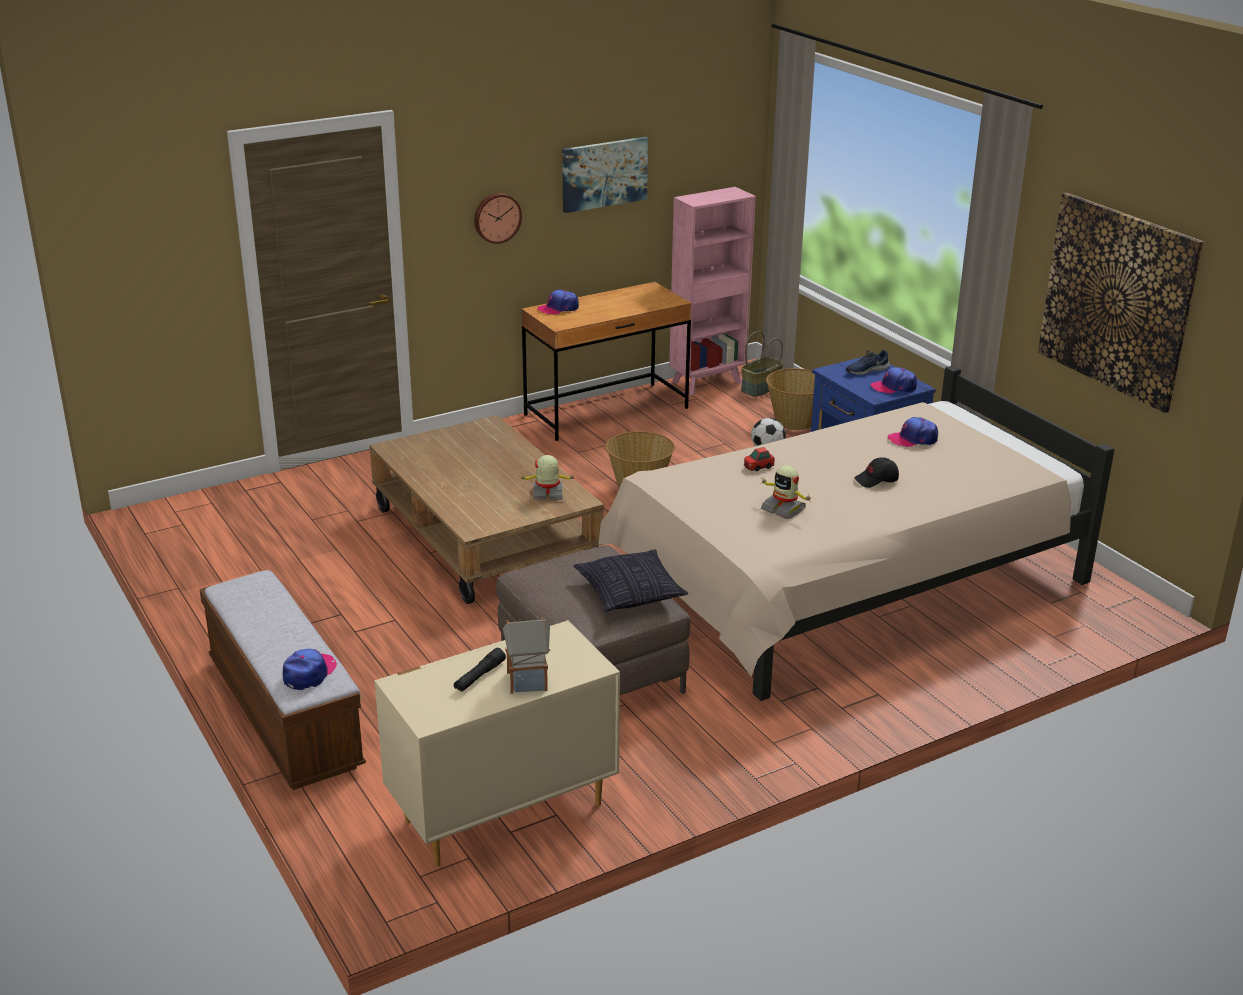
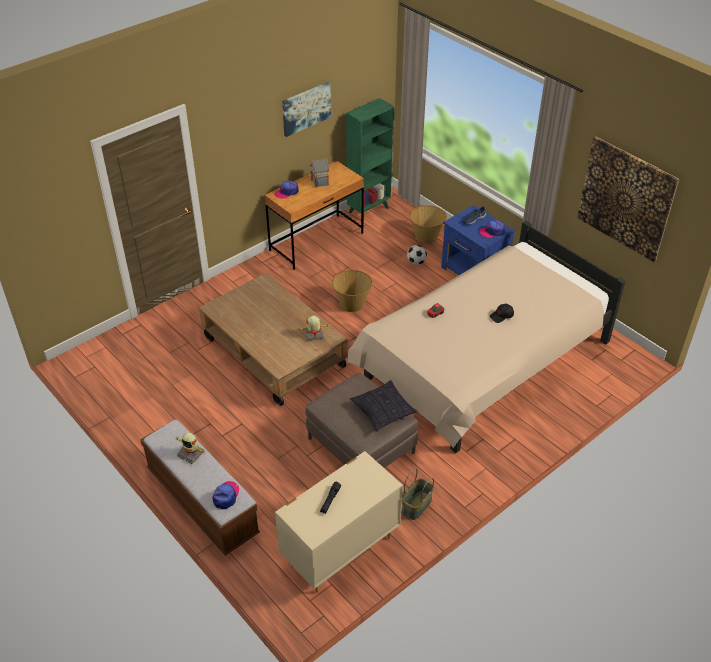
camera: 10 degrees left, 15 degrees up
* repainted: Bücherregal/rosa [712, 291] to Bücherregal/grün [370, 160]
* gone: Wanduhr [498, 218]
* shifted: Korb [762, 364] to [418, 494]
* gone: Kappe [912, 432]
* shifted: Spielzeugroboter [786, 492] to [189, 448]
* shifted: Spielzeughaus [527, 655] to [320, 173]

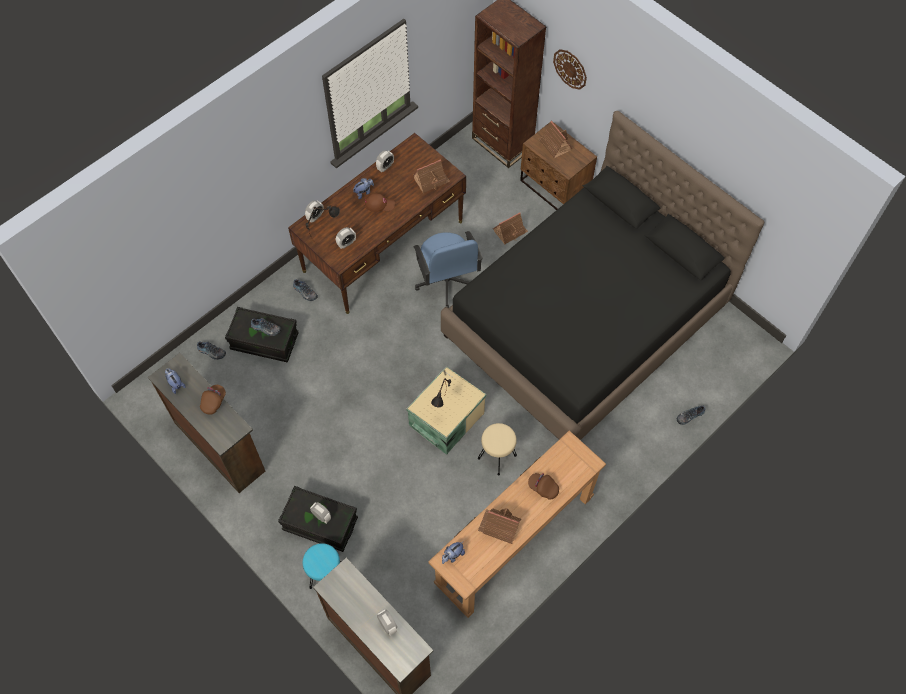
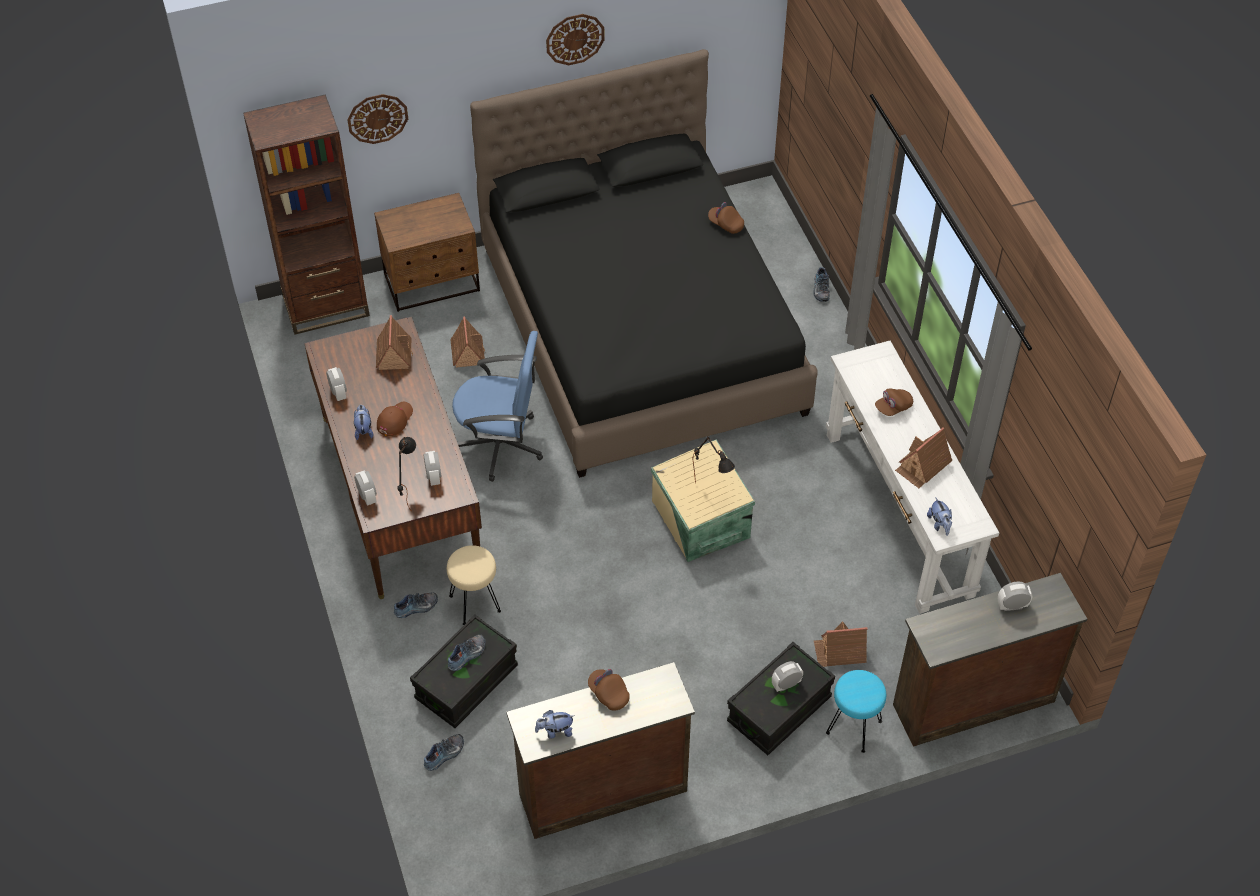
camera: 65 degrees left, 10 degrees down
* shifted: Spielzeughaus [555, 139] to [841, 644]
* shifted: Hocker/beige [497, 449] to [474, 585]
* repainted: Konsolentisch/braun [517, 524] to Konsolentisch/weiß [912, 477]
* new: Wanduhr [575, 39]
* new: Kappe/braun [726, 218]

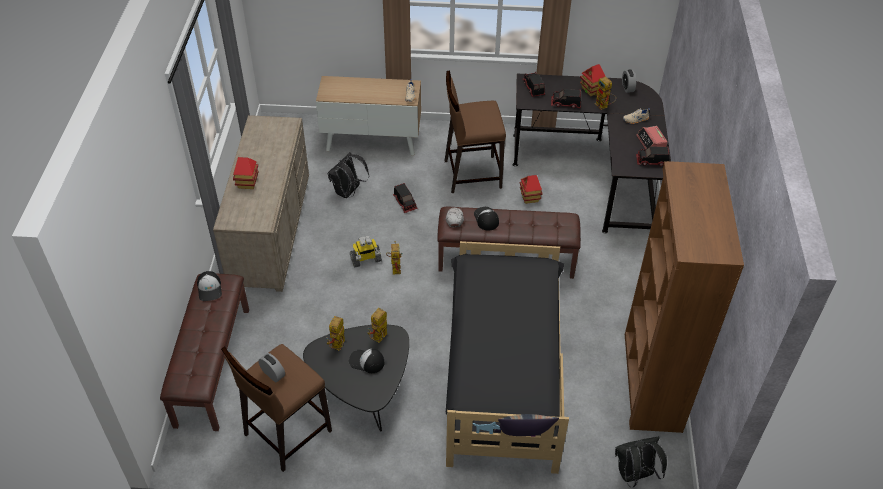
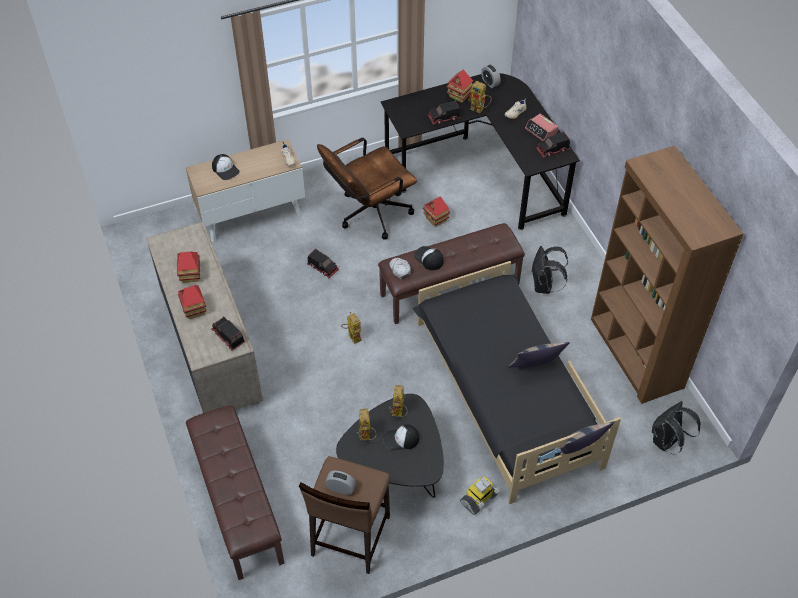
camera: 25 degrees left, 5 degrees up
* swapped: Hocker/braun [475, 131] to Bürostuhl/braun [367, 189]
* shifted: Spielzeuglaster [533, 84] to [228, 334]
* shifted: Rucksack/schwarz [348, 175] to [550, 270]
* shifted: Spielzeugroboter [366, 251] to [480, 496]
* shifted: Kappe [209, 286] to [225, 167]
* new: Spielzeughaus [188, 267]
* new: Kissen [538, 355]

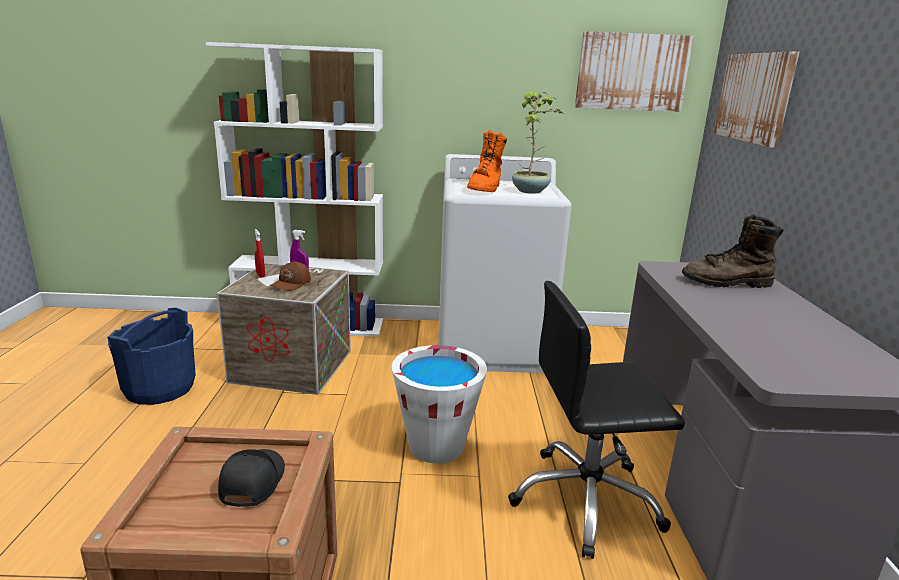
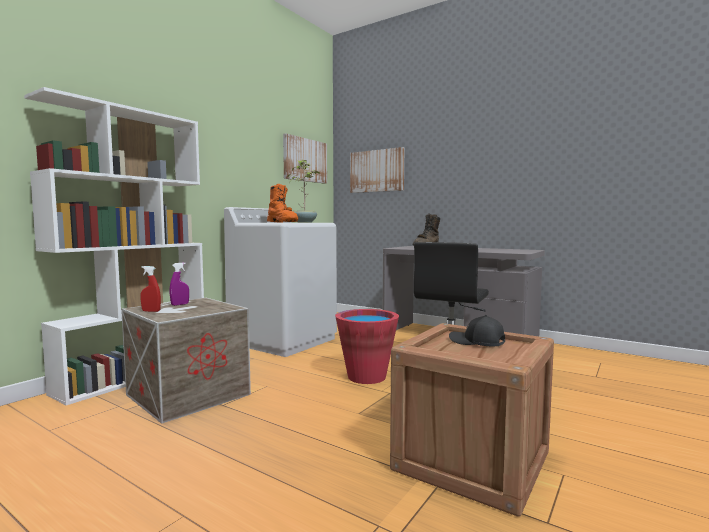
camera: 55 degrees left, 15 degrees down
* gone: Kappe/braun [290, 276]
* gone: Eimer/blau [151, 356]
* repainted: Eimer/weiß [439, 404] to Eimer/rot [367, 346]

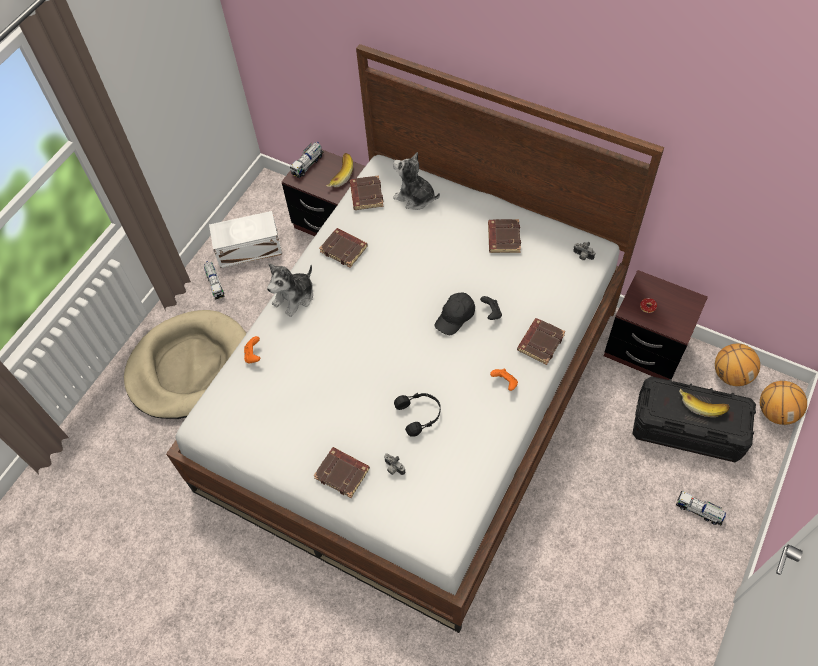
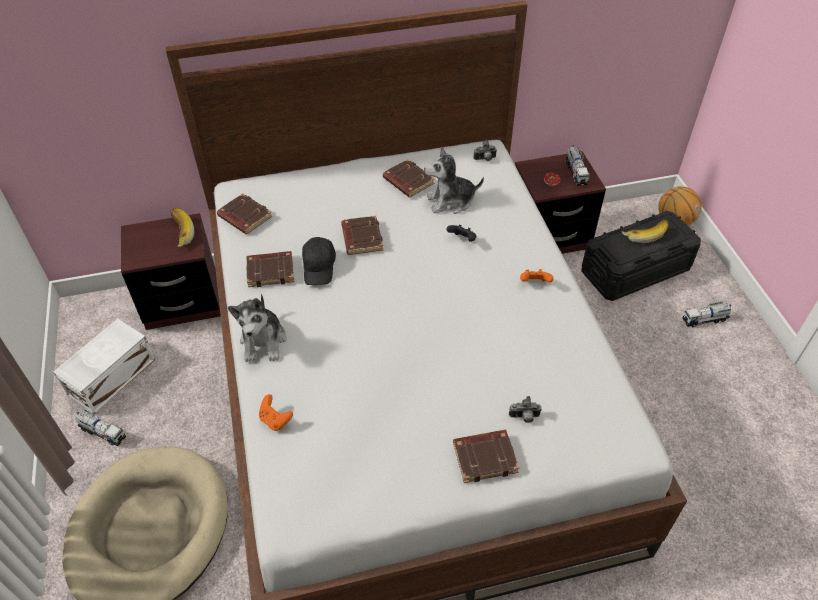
camera: 45 degrees left, 10 degrees down
* shifted: Spielzeuglaster [307, 159] to [578, 165]
* shifted: Plüschtier [416, 181] to [454, 180]
* shifted: Kappe/schwarz [454, 313] to [319, 261]
* shifted: Buch/braun [541, 341] to [362, 235]
* gone: Basketball [737, 365]
* gone: Kopfhörer/schwarz [417, 415]

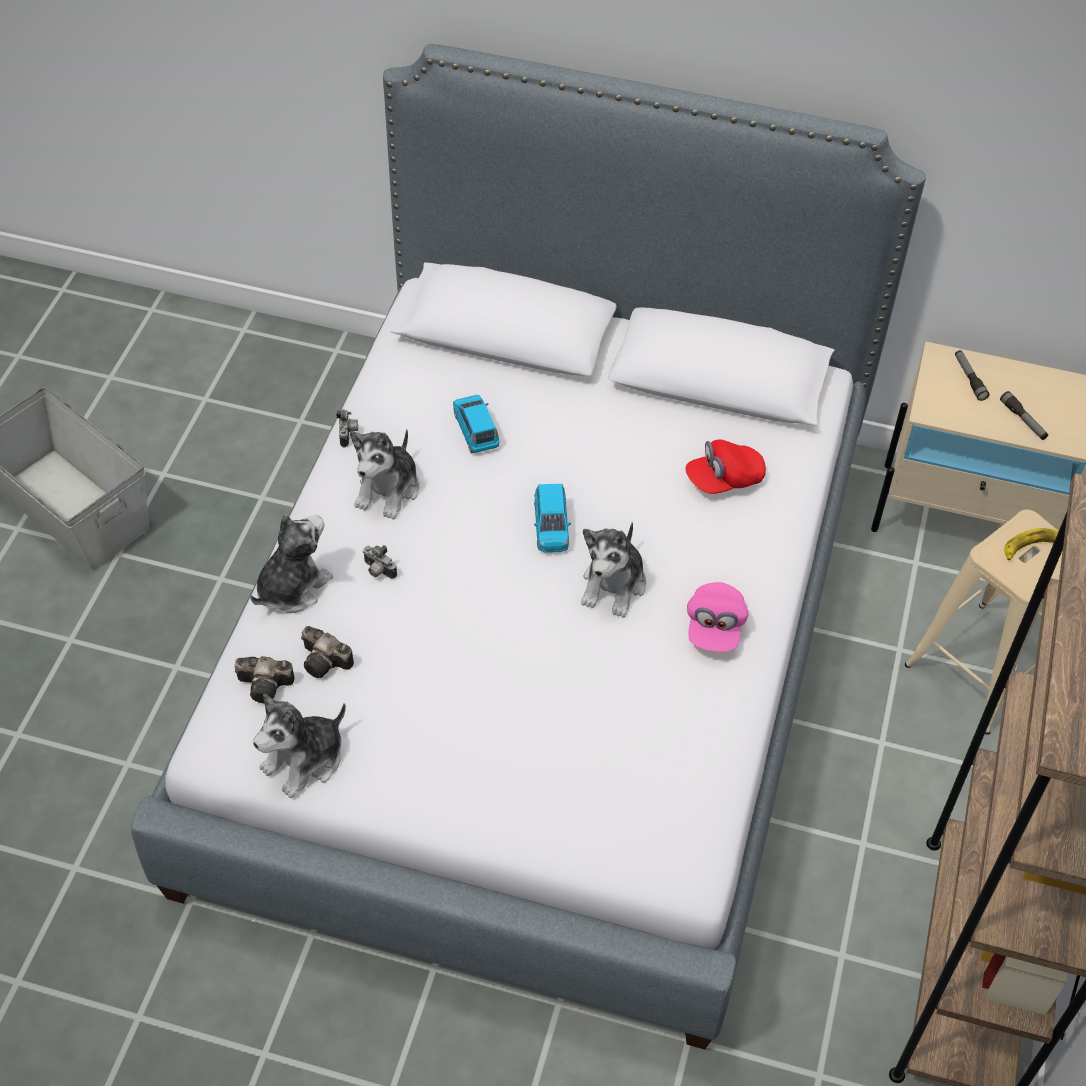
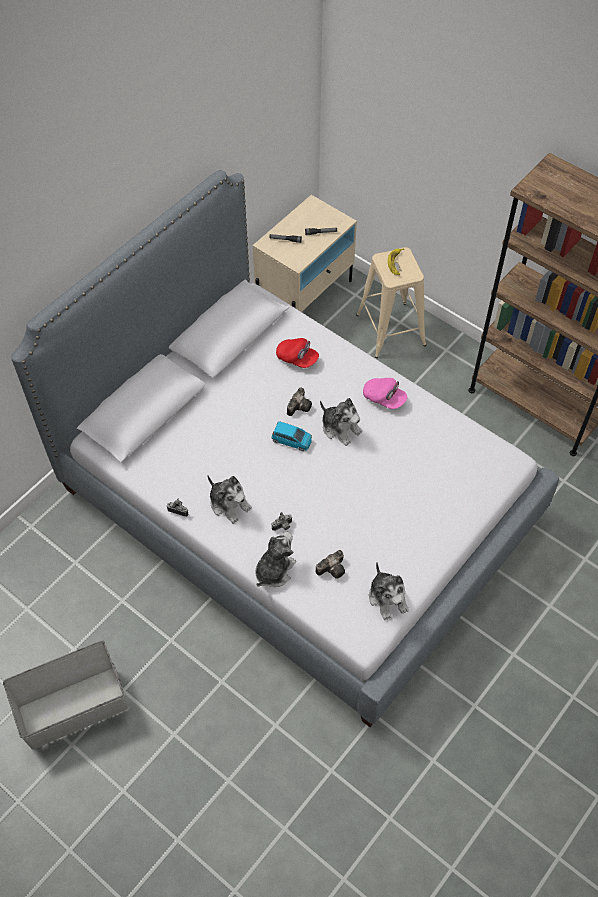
camera: 65 degrees left, 5 degrees up
* gone: Spielzeugauto/blau [476, 424]
* rotated: Kappe/rot [725, 466] = [297, 353] 60 degrees counterclockwise
* rotated: Plüschtier [291, 563] = [275, 559] 60 degrees clockwise
* shifted: Kamera [264, 680] to [299, 401]

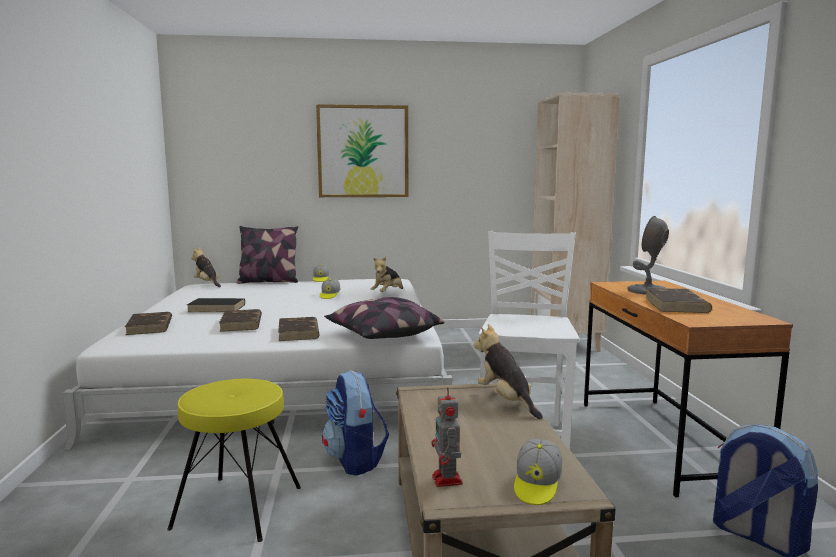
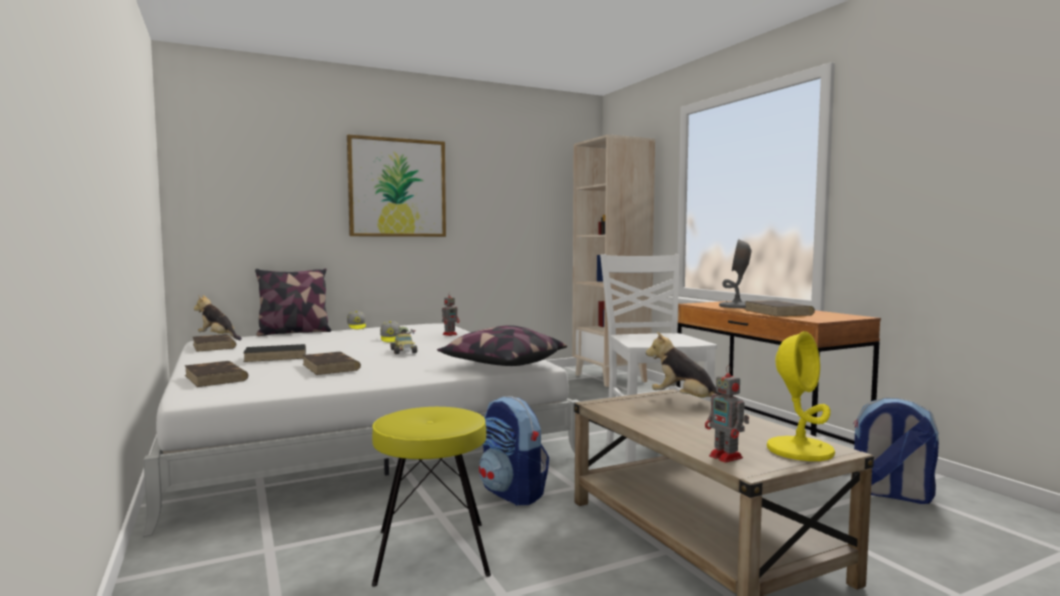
camera: 20 degrees left, 5 degrees down
* swapped: Plüschtier [387, 274] to Spielzeugroboter [451, 314]
* shifted: Buch/braun [299, 329] to [214, 343]
* swapped: Kappe [538, 472] to Tischlampe/gelb [801, 396]
* new: Spielzeugauto [404, 340]

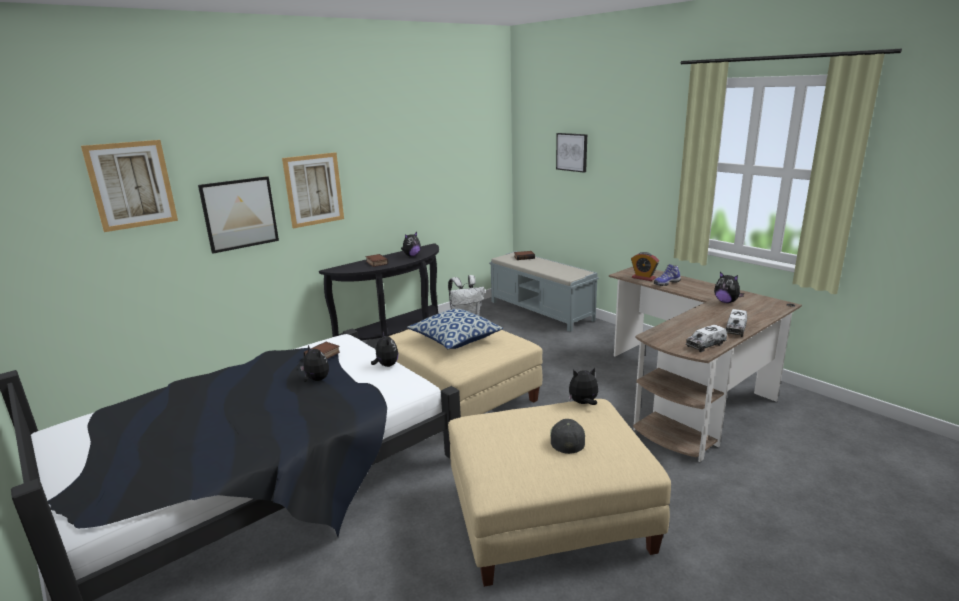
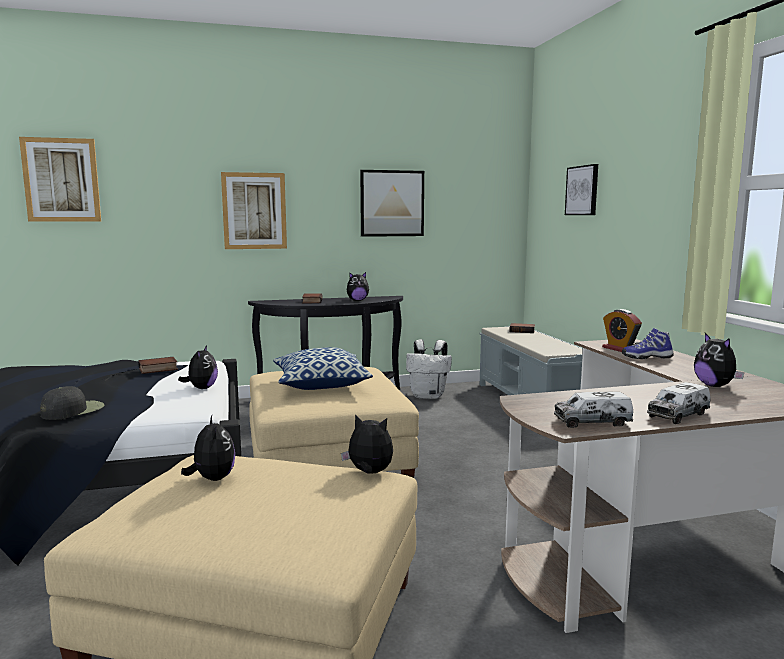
camera: 25 degrees right, 10 degrees down
* shifted: Bild [238, 214] to [392, 203]
* shifted: Plüschtier [314, 363] to [208, 448]
* shifted: Kappe/schwarz [567, 436] to [72, 403]

